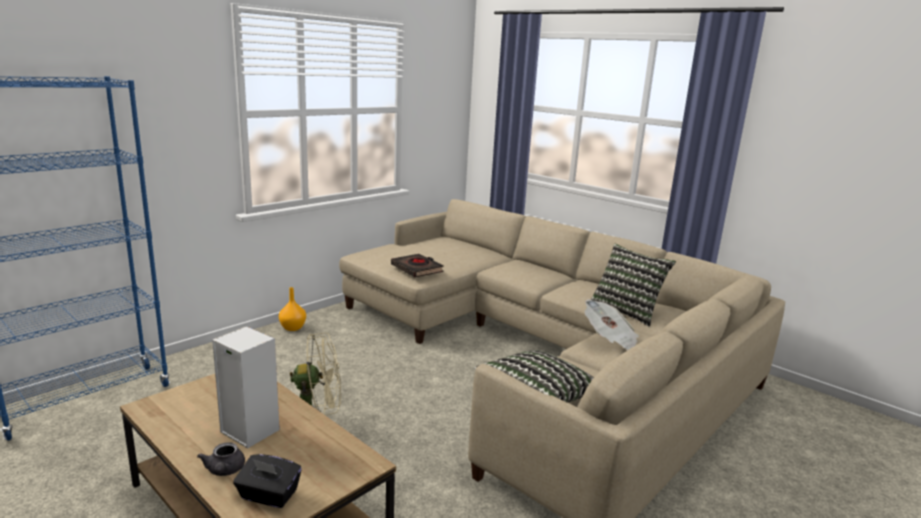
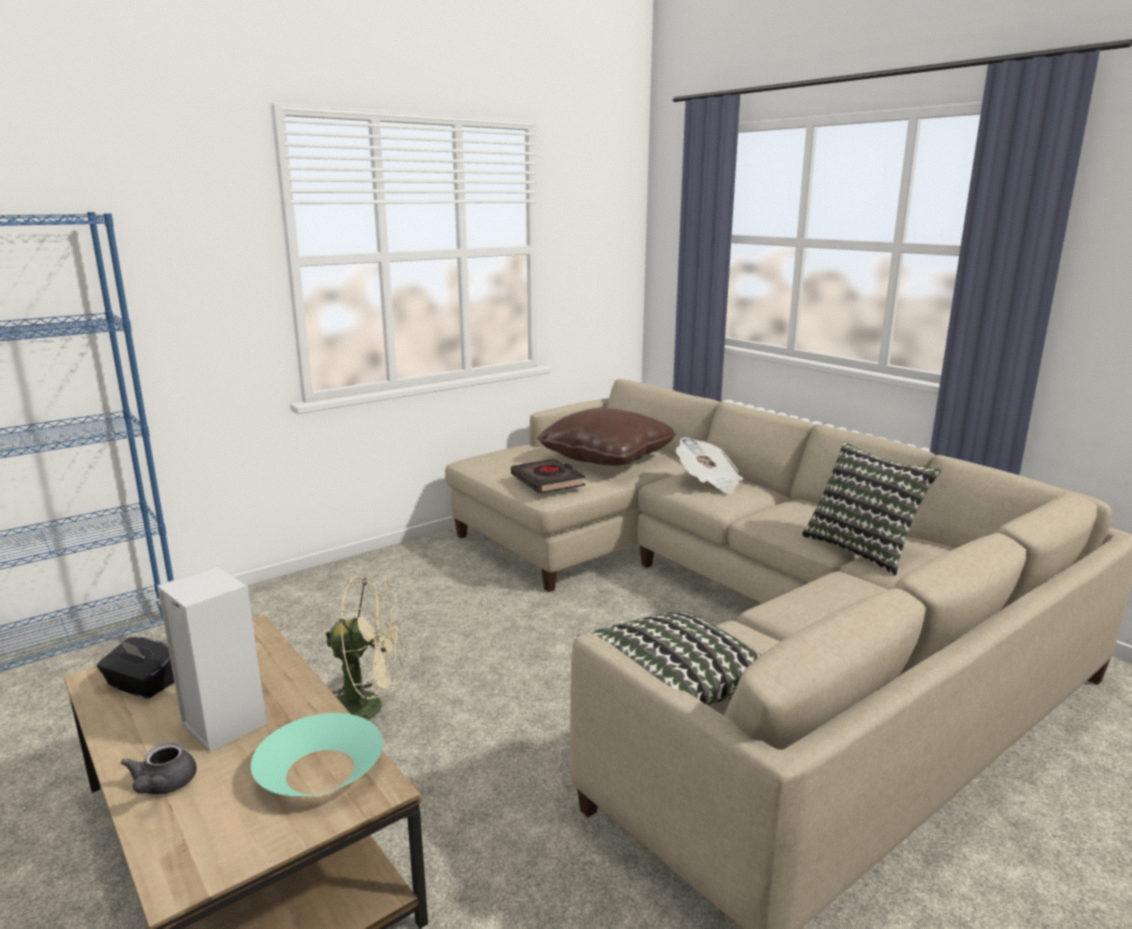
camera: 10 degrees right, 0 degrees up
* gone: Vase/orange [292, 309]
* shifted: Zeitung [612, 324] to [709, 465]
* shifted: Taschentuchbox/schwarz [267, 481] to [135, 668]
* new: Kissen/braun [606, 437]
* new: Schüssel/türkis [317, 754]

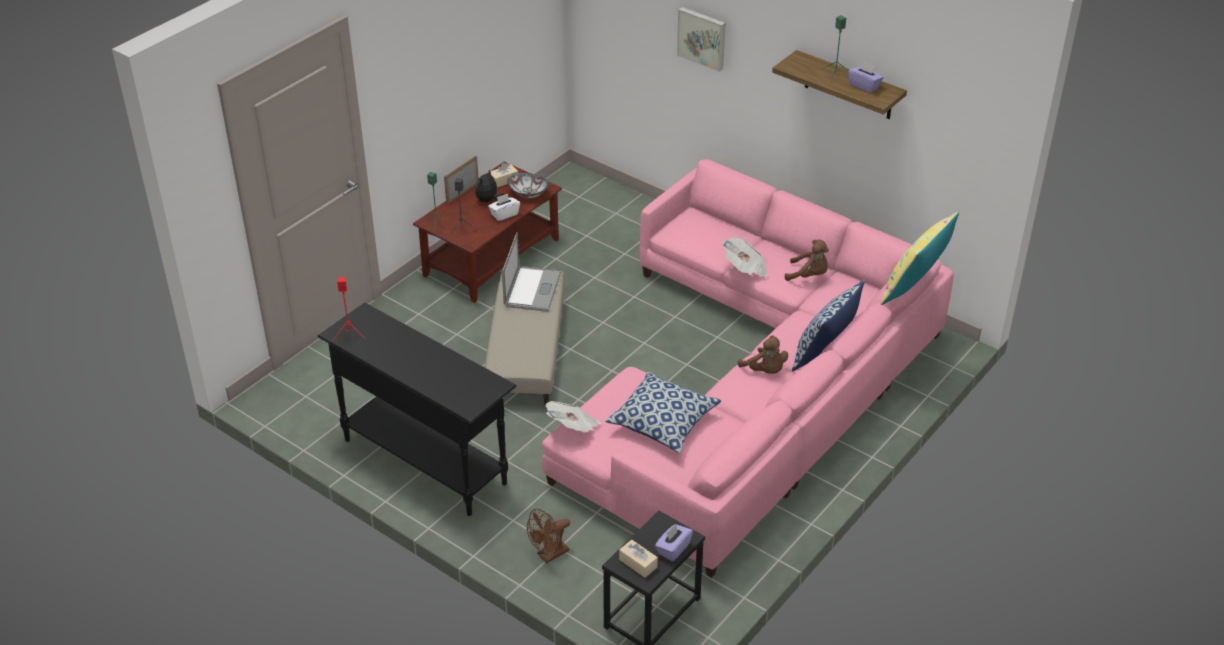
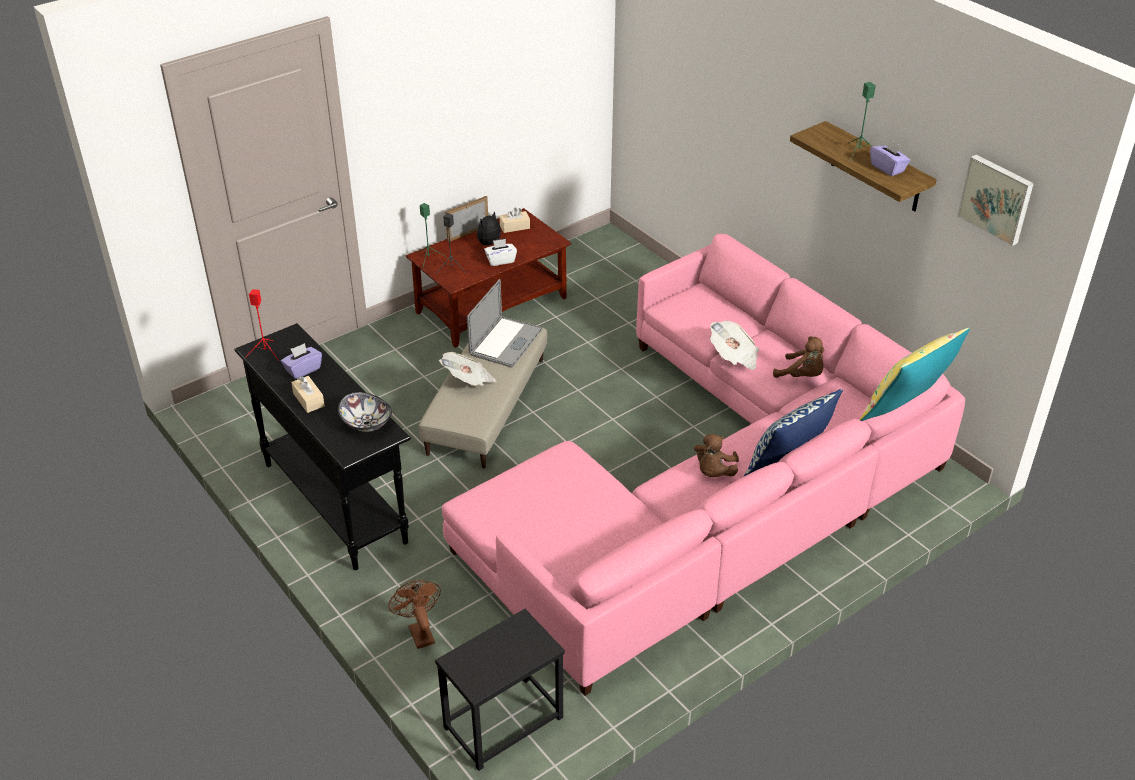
camera: 15 degrees right, 0 degrees up
* shifted: Bild [701, 39] to [995, 200]
* shifted: Schüssel [528, 185] to [365, 412]
* rotated: Plüschtier/braun [763, 354] = [716, 455] 45 degrees clockwise
* gone: Kissen [663, 412]
* shifted: Zeitung [573, 417] to [468, 369]
* rotated: Ventilator/braun [548, 536] = [414, 614] 90 degrees clockwise
* shifted: Taschentuchbox/lila [674, 542] to [301, 361]
* shifted: Taschentuchbox/beige [638, 559] to [308, 394]

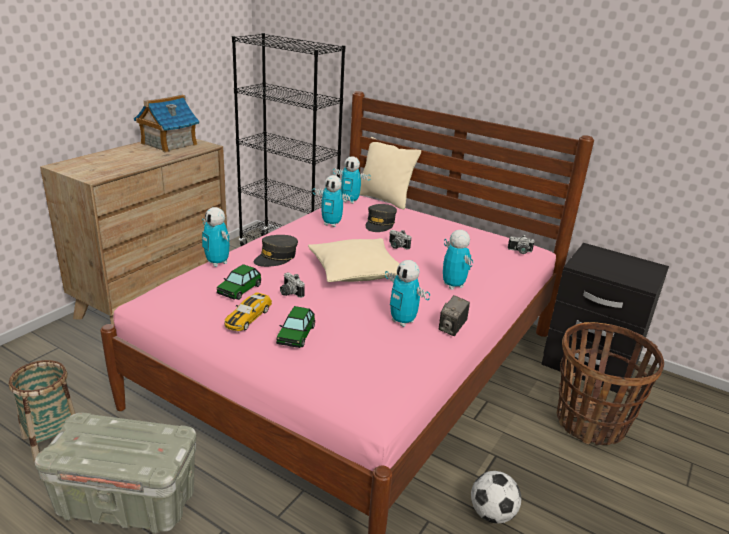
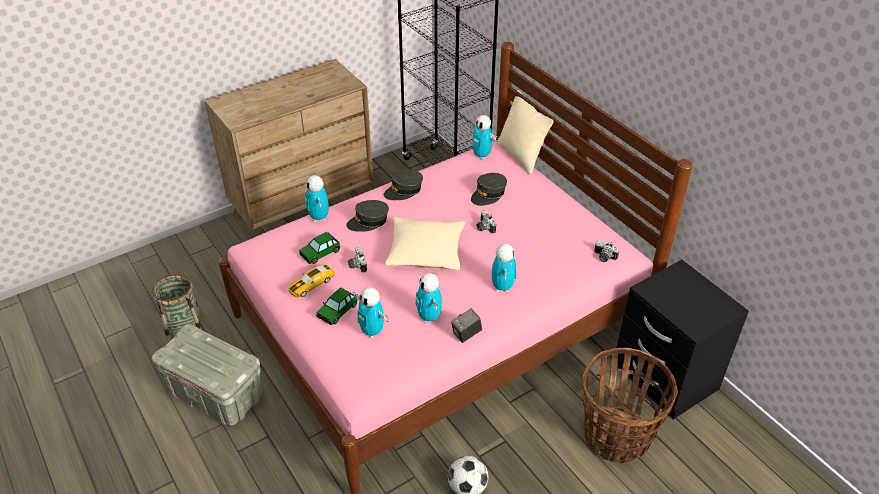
camera: 25 degrees right, 15 degrees up
* gone: Spielzeughaus [167, 124]
* shifted: Spielzeugroboter [333, 201] to [371, 312]
* new: Kappe/grau [403, 185]

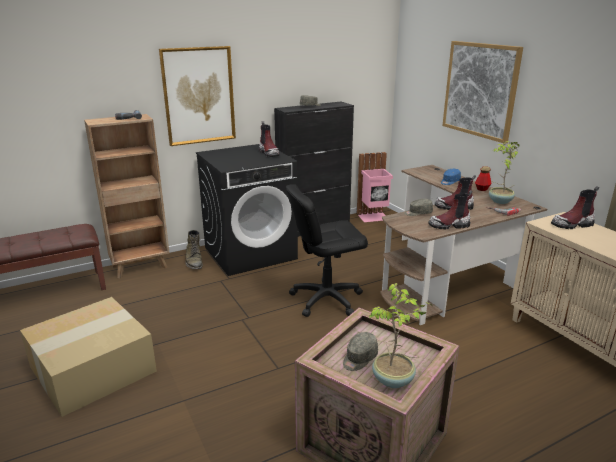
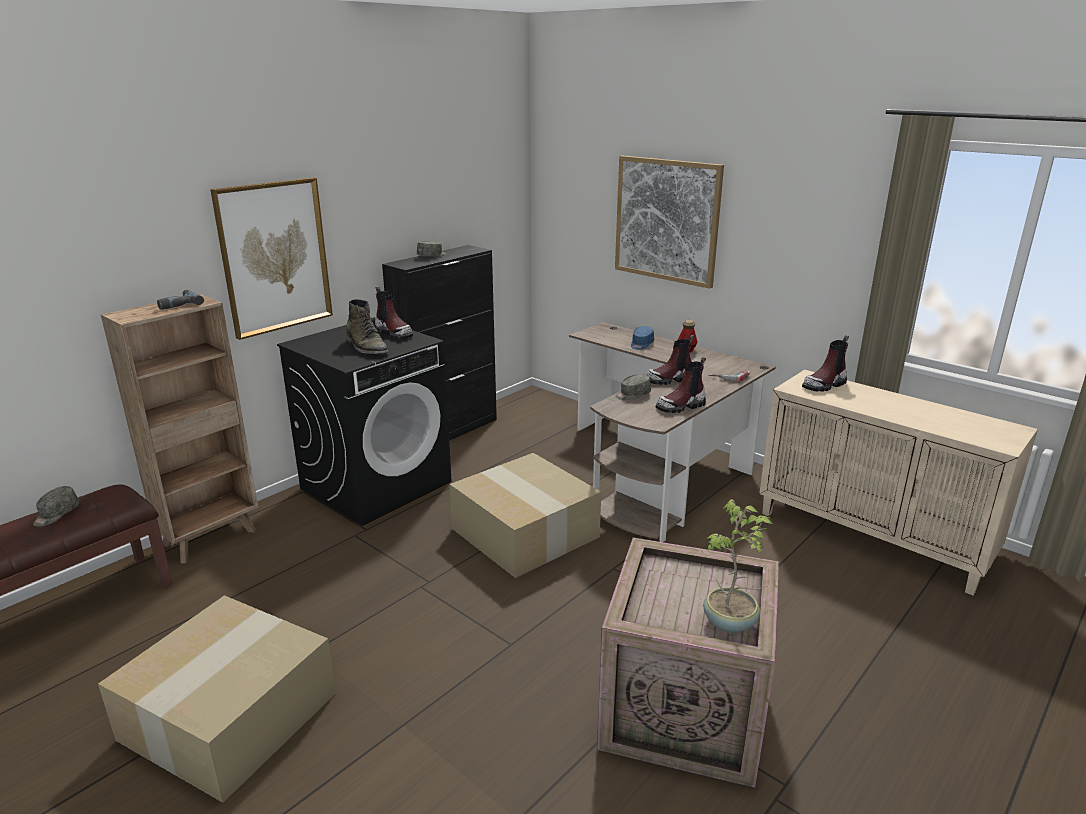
camera: 20 degrees left, 0 degrees up
* gone: Topfpflanze [504, 172]
* gone: Mülleimer/rosa [375, 187]
* swapped: Bürostuhl/schwarz [327, 250] to Karton [525, 515]
* shifted: Stiefel/grün [194, 249] to [367, 326]
* shifted: Kappe/grau [360, 351] to [56, 506]

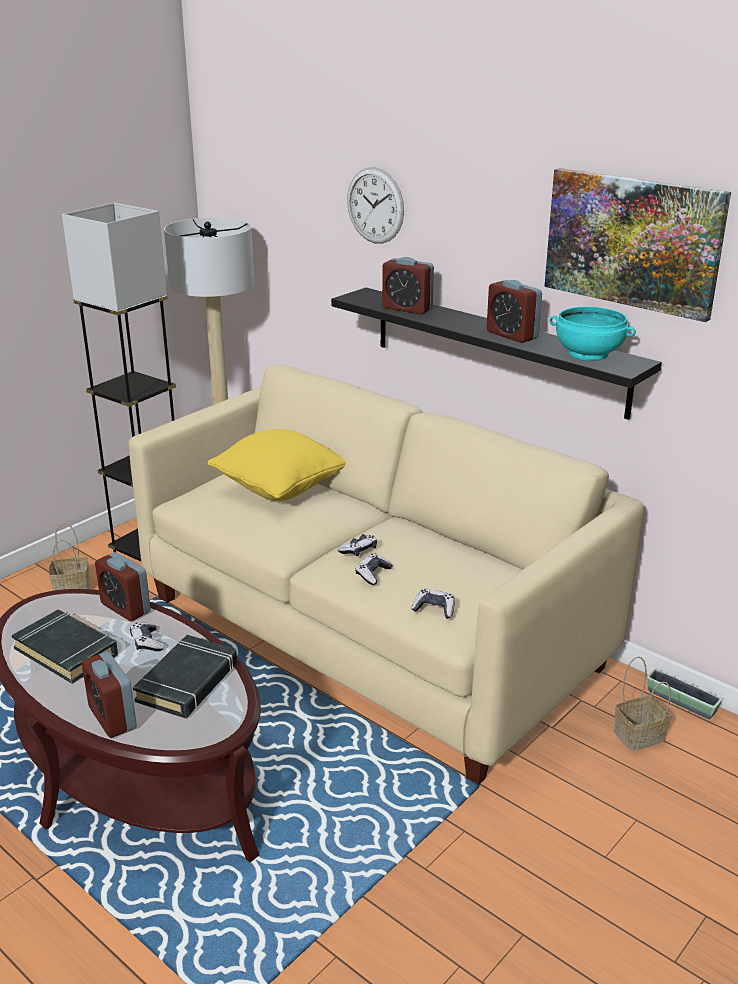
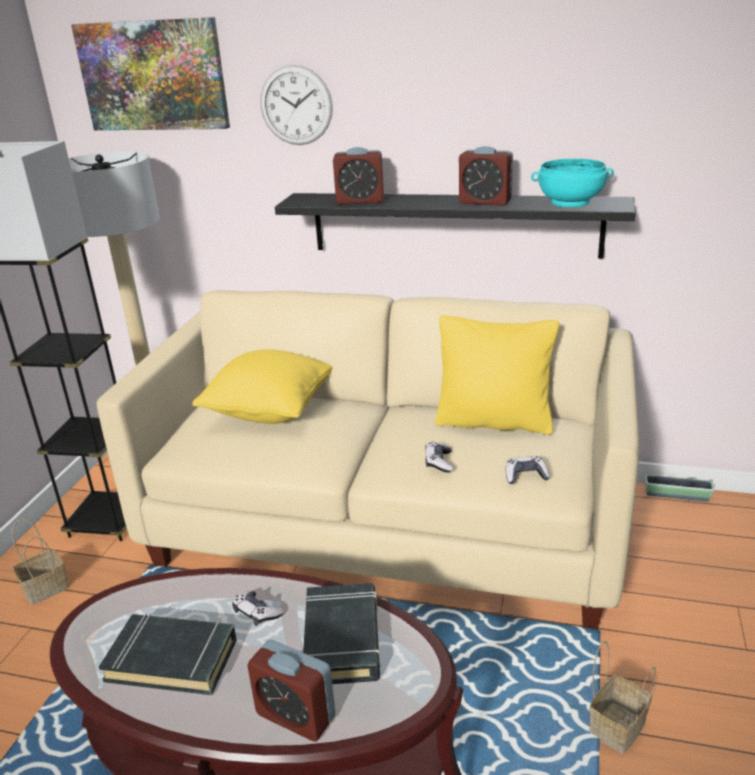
camera: 25 degrees left, 0 degrees up
* shifted: Bild [637, 245] to [150, 73]
* gone: Gamepad [357, 545]
* gone: Wecker [123, 586]
* shifted: Korb [642, 703] to [622, 697]
* new: Kissen/gelb [497, 375]

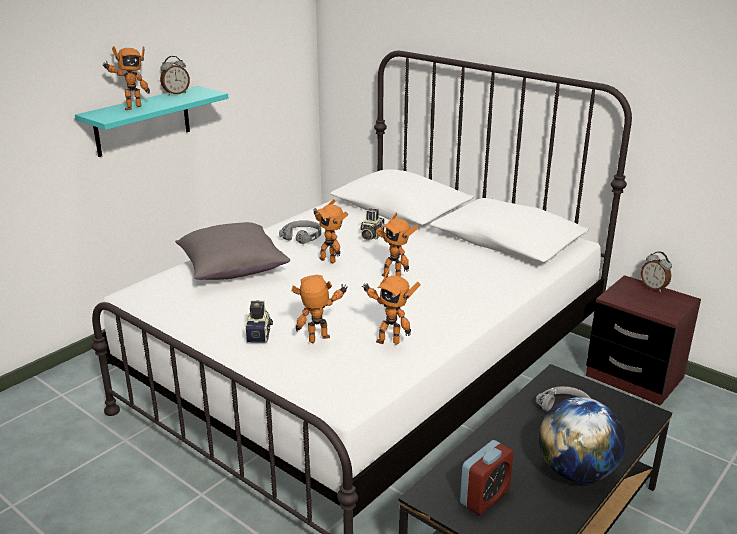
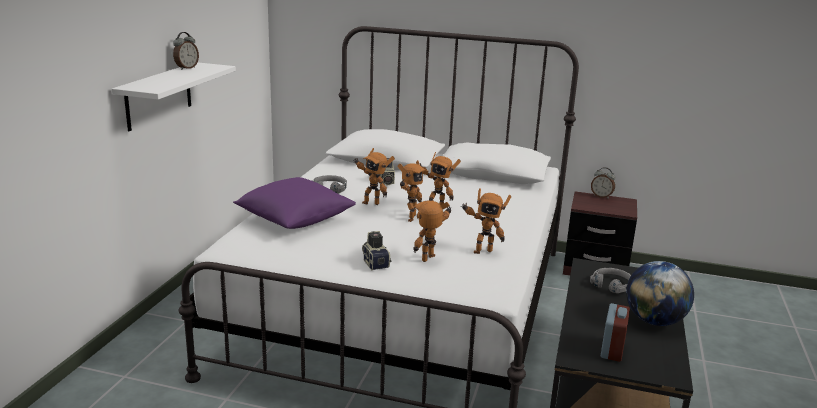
camera: 25 degrees left, 5 degrees down
* shifted: Spielzeugroboter [126, 78] to [413, 191]
* repainted: Wandregal/türkis [151, 121] to Wandregal/weiß [174, 97]
* repainted: Kissen/grau [232, 251] to Kissen/lila [294, 203]

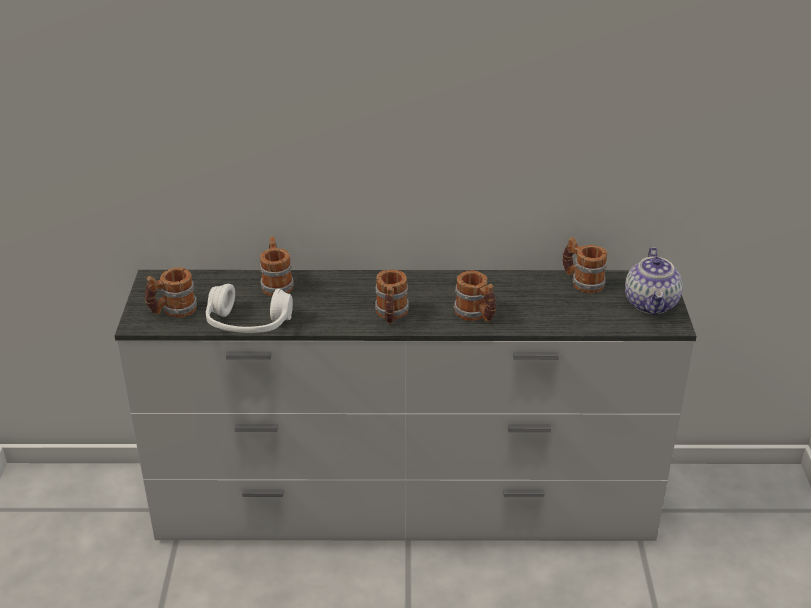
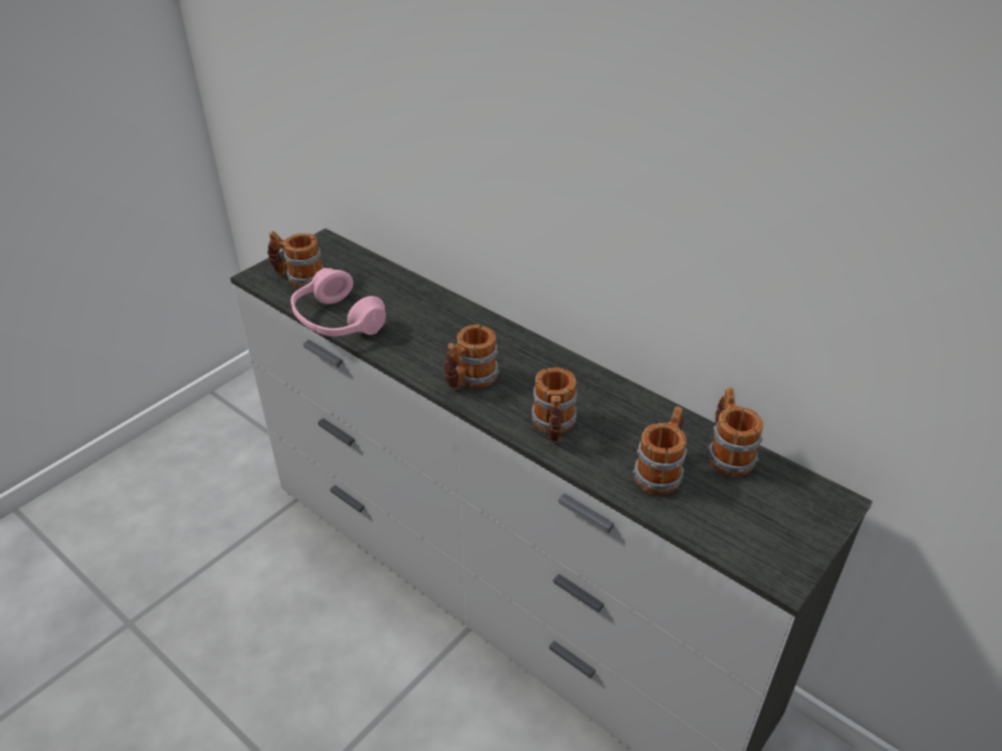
camera: 40 degrees right, 5 degrees up
* shifted: Henkelbecher [277, 266] to [660, 450]
* gone: Teekanne [654, 281]
* repainted: Kopfhörer/weiß [249, 308] to Kopfhörer/rosa [338, 302]

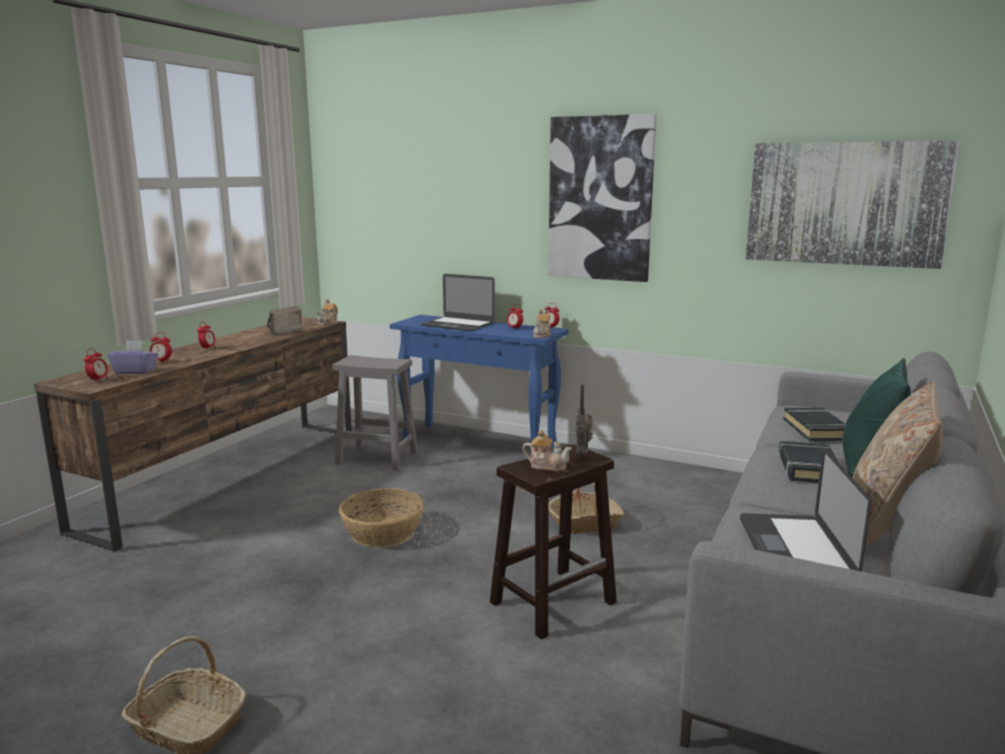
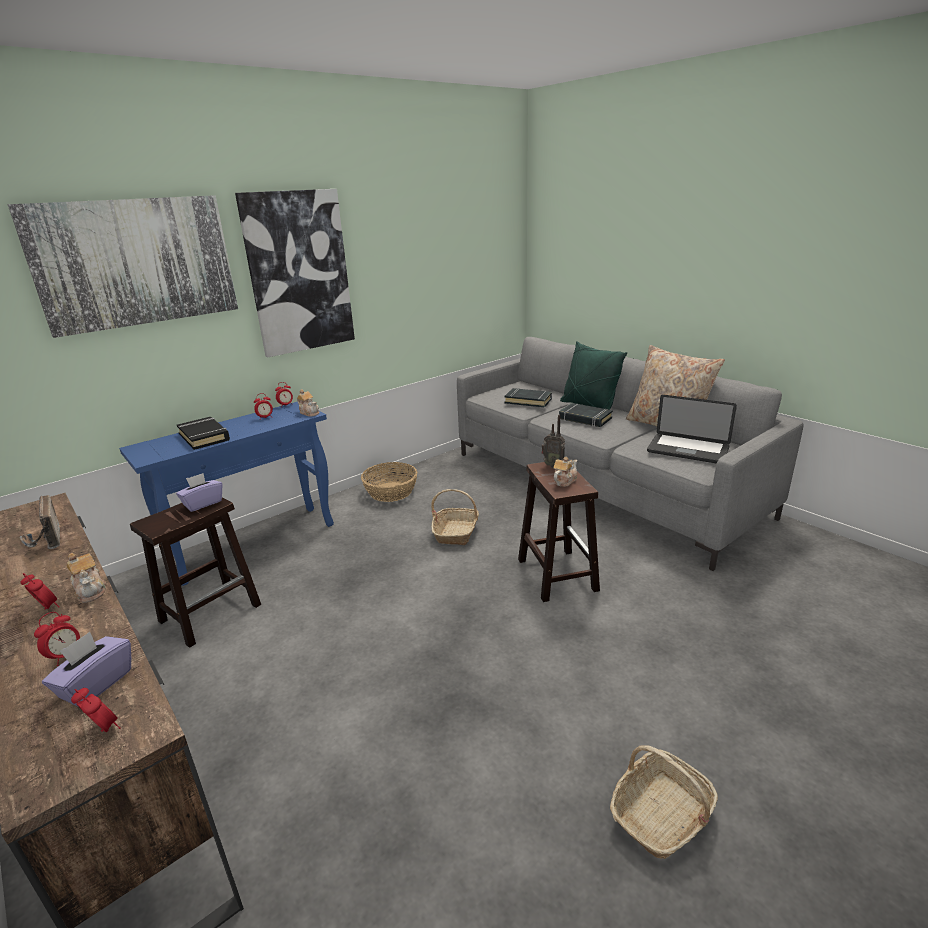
camera: 65 degrees left, 10 degrees up
* shifted: Bild [853, 204] to [122, 266]
* swapped: Laptop [457, 302] to Buch/schwarz [203, 433]
* shifted: Teekanne [327, 312] to [87, 578]
* repainted: Hocker/grau [375, 413] to Hocker/braun [195, 572]
* shifted: Korb [381, 517] to [389, 482]
* new: Taschentuchbox/lila [199, 492]

